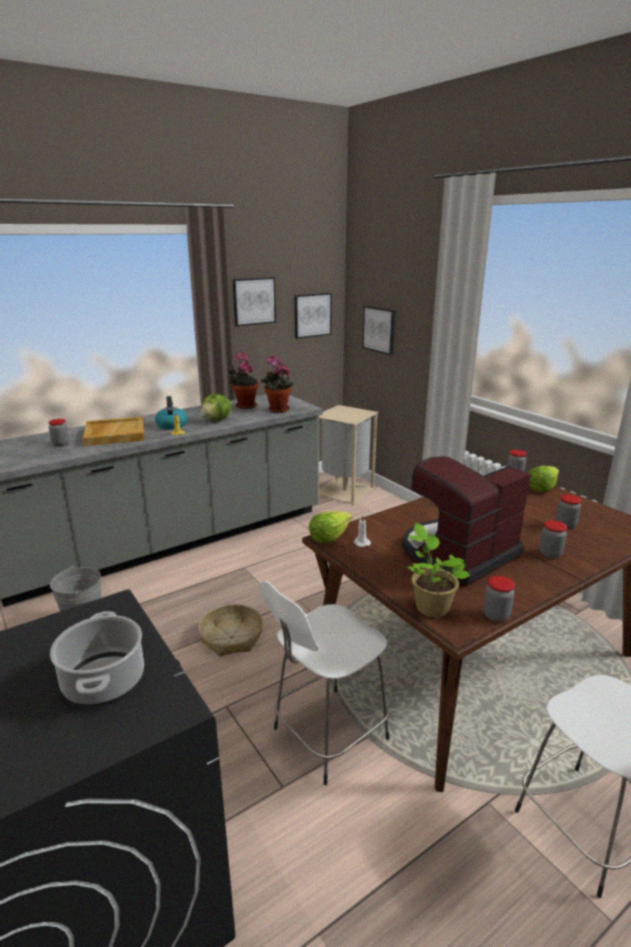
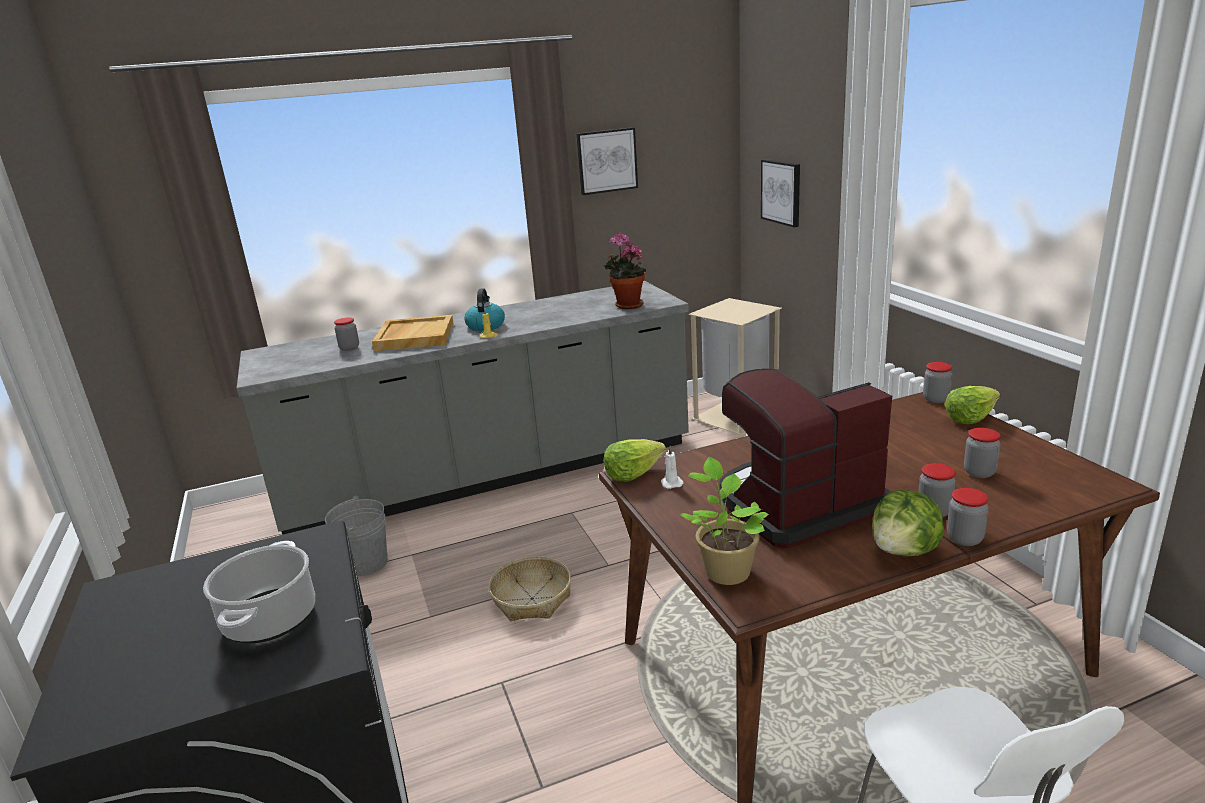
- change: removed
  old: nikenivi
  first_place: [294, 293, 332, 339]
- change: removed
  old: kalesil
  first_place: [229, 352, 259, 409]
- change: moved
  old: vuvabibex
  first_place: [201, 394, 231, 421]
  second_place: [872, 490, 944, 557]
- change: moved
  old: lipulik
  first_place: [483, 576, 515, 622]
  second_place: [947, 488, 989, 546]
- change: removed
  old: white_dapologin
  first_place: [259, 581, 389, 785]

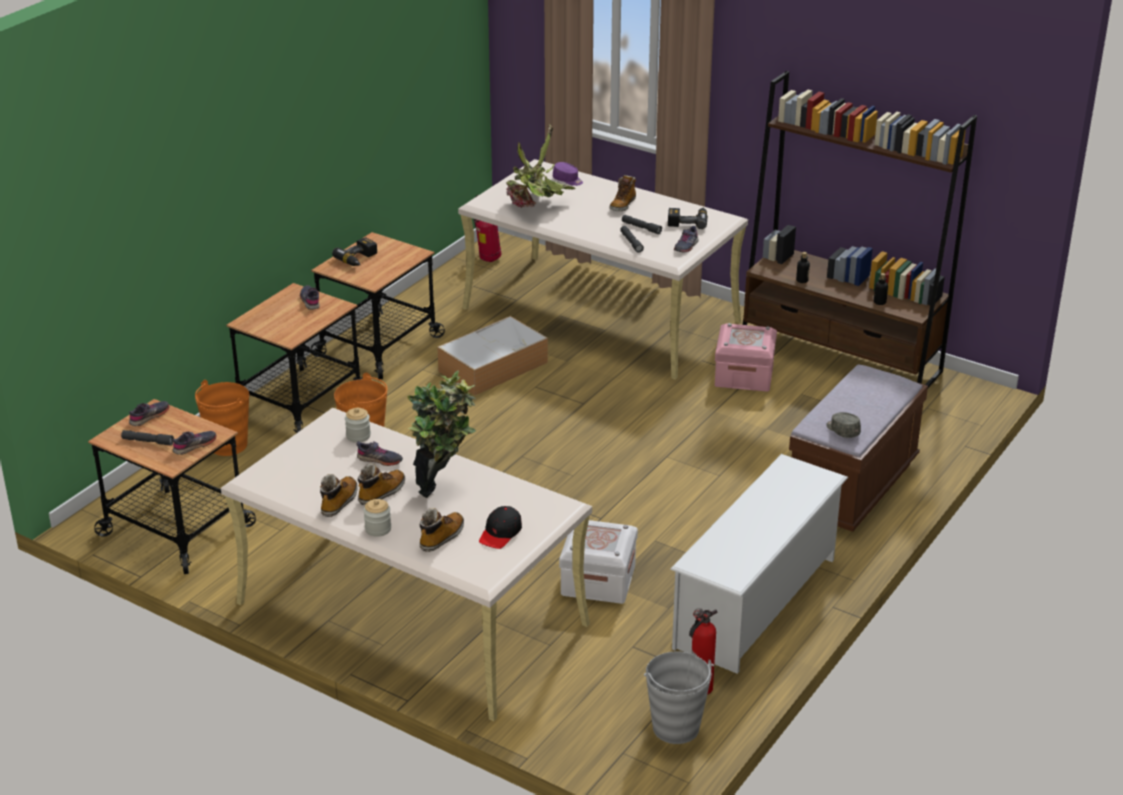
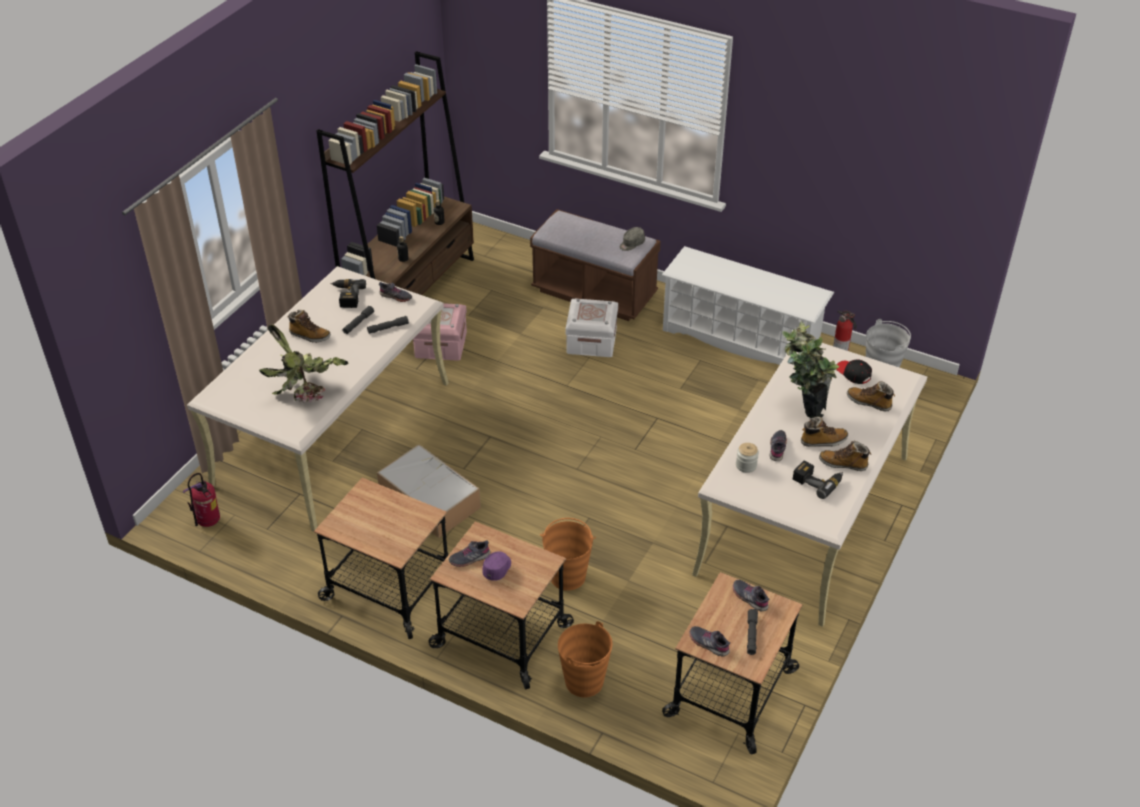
- change: moved
  old: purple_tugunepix
  first_place: [553, 162, 583, 186]
  second_place: [482, 552, 511, 581]
- change: moved
  old: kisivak
  first_place: [332, 237, 377, 266]
  second_place: [793, 461, 843, 499]
- change: turned
  old: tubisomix
  first_place: [357, 464, 405, 505]
  second_place: [801, 417, 848, 447]
  degrees: 135
- change: removed
  old: lipulik
  first_place: [363, 499, 391, 537]
- change: turned
  old: black_tugunepix
  first_place: [479, 506, 522, 549]
  second_place: [837, 359, 872, 384]
  degrees: -150
- change: moved
  old: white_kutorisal
  first_place: [559, 520, 638, 604]
  second_place: [565, 298, 618, 357]

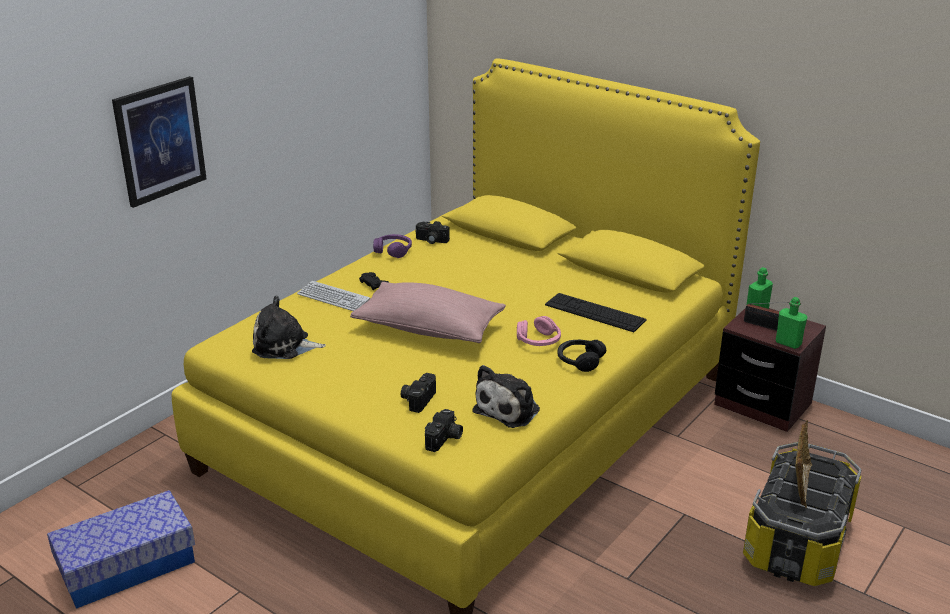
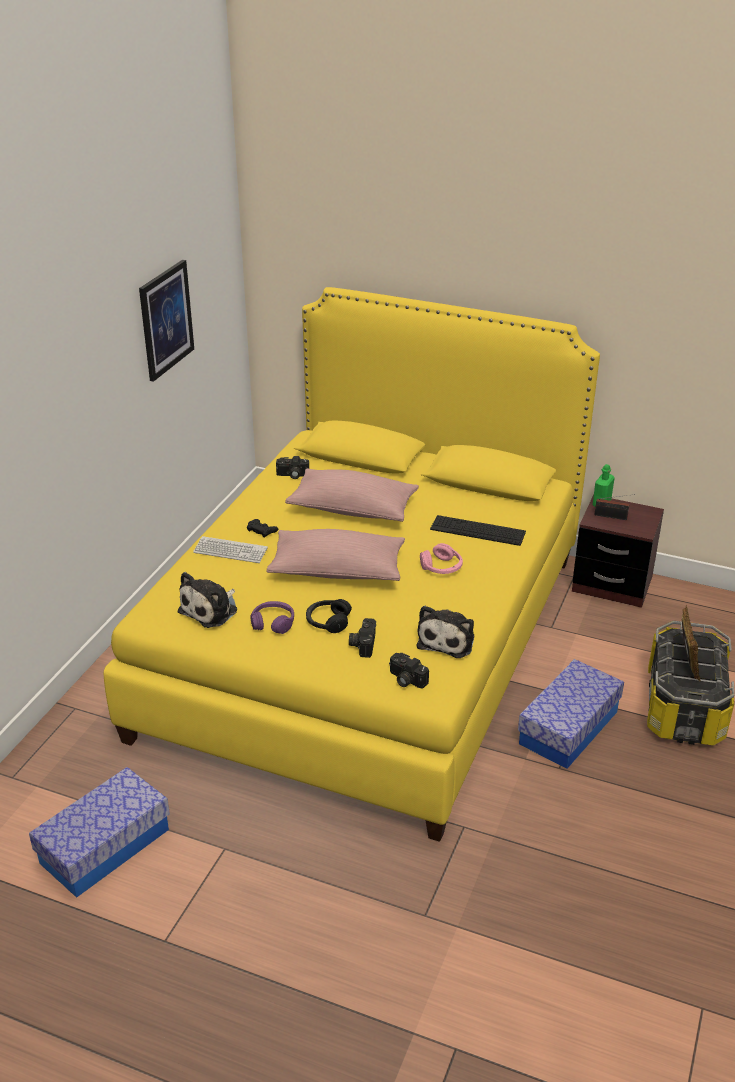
- change: moved
  old: nikenivi
  first_place: [112, 76, 207, 208]
  second_place: [139, 260, 194, 382]
- change: moved
  old: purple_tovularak
  first_place: [373, 234, 412, 258]
  second_place: [251, 601, 294, 634]
- change: turned
  old: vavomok
  first_place: [252, 296, 326, 359]
  second_place: [178, 572, 237, 628]
  degrees: -45
- change: removed
  old: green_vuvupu
  first_place: [776, 297, 807, 349]
- change: moved
  old: black_tovularak
  first_place: [557, 340, 606, 372]
  second_place: [306, 599, 352, 633]
- change: turned
  old: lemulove
  first_place: [425, 409, 463, 452]
  second_place: [389, 653, 429, 689]
  degrees: 120
- change: added
  new: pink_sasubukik
  second_place: [285, 469, 419, 522]
- change: added
  new: kutorisal
  second_place: [518, 659, 624, 769]

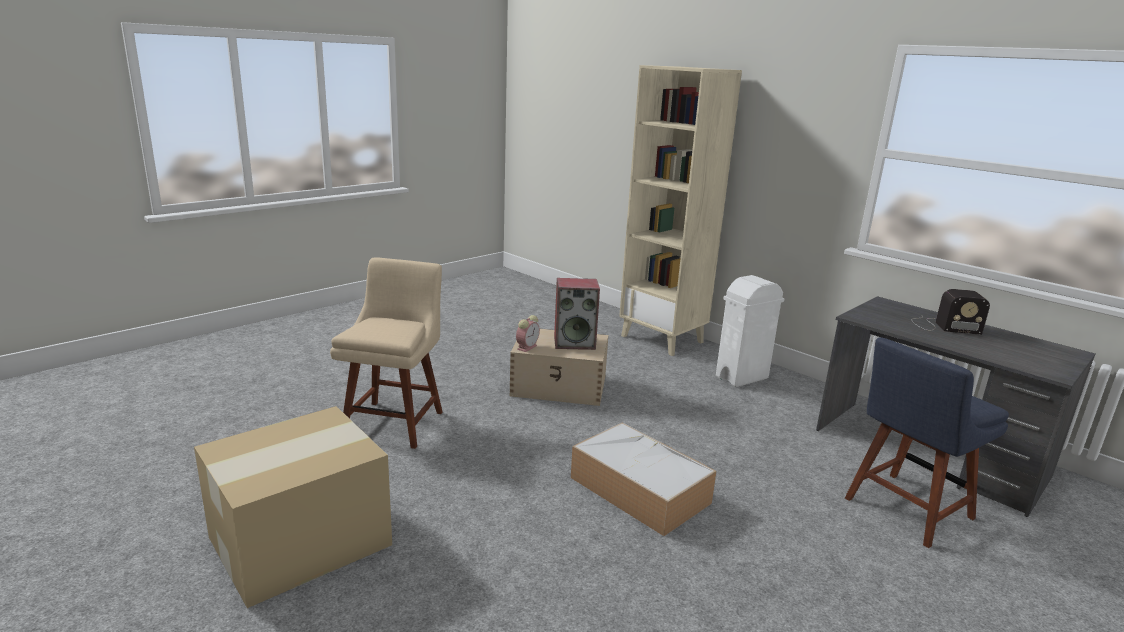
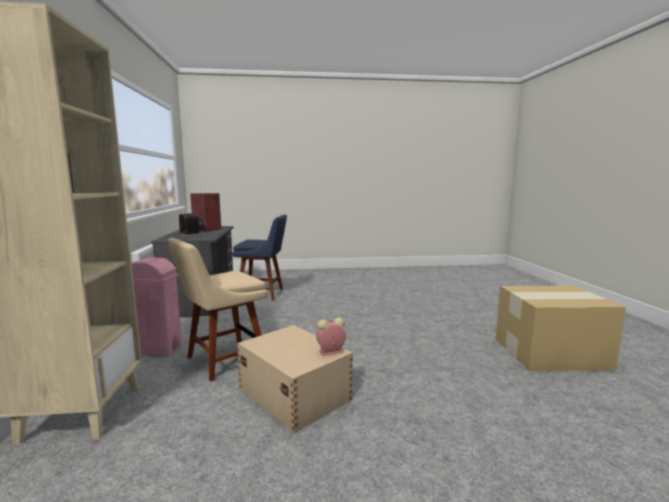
- change: moved
  old: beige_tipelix
  first_place: [330, 257, 443, 449]
  second_place: [168, 238, 268, 381]
- change: recoloured
  old: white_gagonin
  new: pink_gagonin
  first_place: [716, 275, 784, 387]
  second_place: [131, 257, 182, 356]
- change: moved
  old: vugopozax
  first_place: [554, 278, 600, 350]
  second_place: [190, 193, 221, 231]
- change: removed
  old: kutorisal
  first_place: [571, 423, 716, 536]

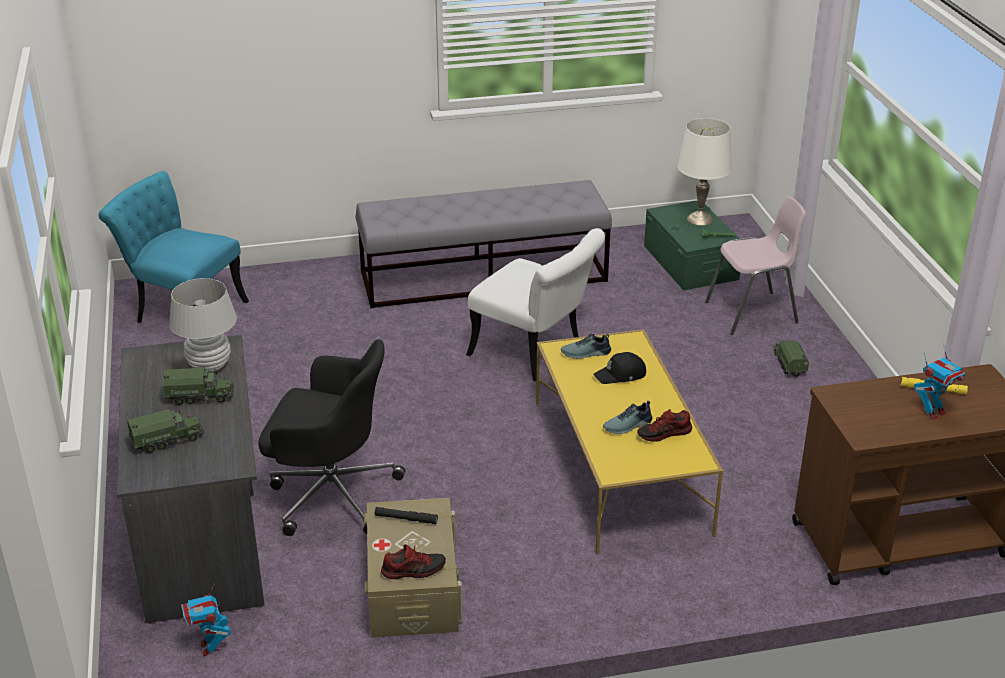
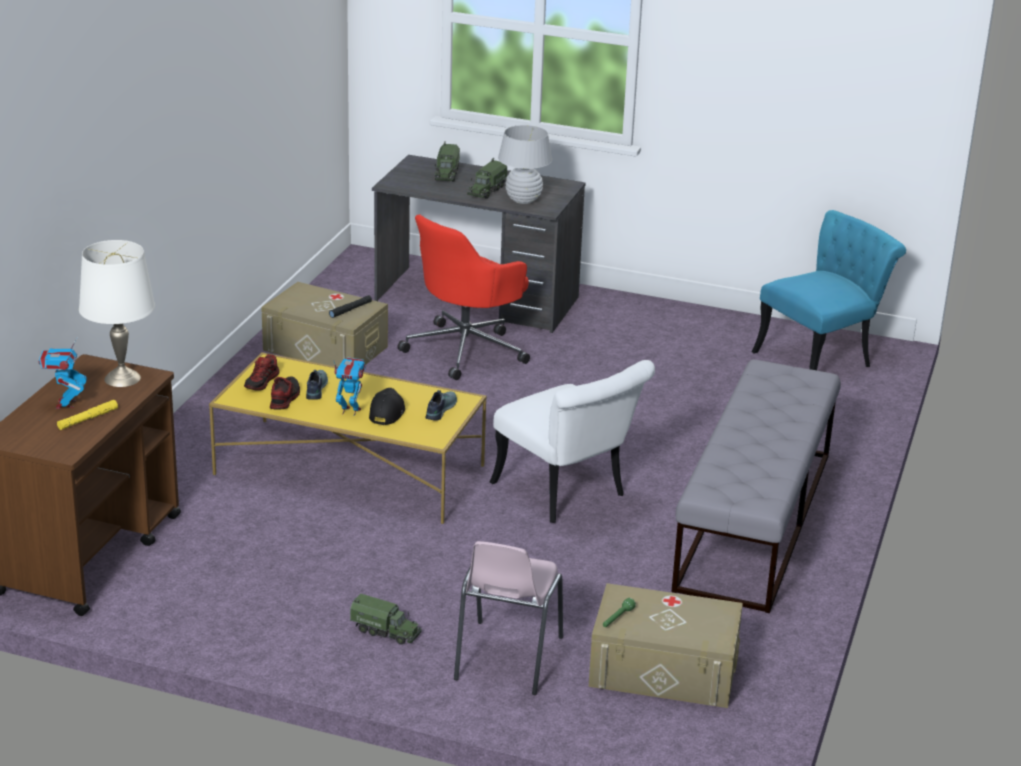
- change: moved
  old: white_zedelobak
  first_place: [677, 118, 732, 225]
  second_place: [79, 240, 155, 387]
- change: recoloured
  old: green_kutorisal
  new: beige_kutorisal
  first_place: [644, 200, 740, 291]
  second_place: [589, 583, 743, 708]
- change: turned
  old: white_tipelix
  first_place: [466, 228, 605, 381]
  second_place: [490, 360, 655, 523]
  degrees: -105
- change: recoloured
  old: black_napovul
  new: red_napovul
  first_place: [258, 339, 405, 536]
  second_place: [397, 214, 530, 380]
- change: moved
  old: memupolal
  first_place: [381, 544, 446, 579]
  second_place: [244, 354, 280, 391]
- change: moved
  old: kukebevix
  first_place: [181, 583, 231, 656]
  second_place: [334, 357, 366, 416]

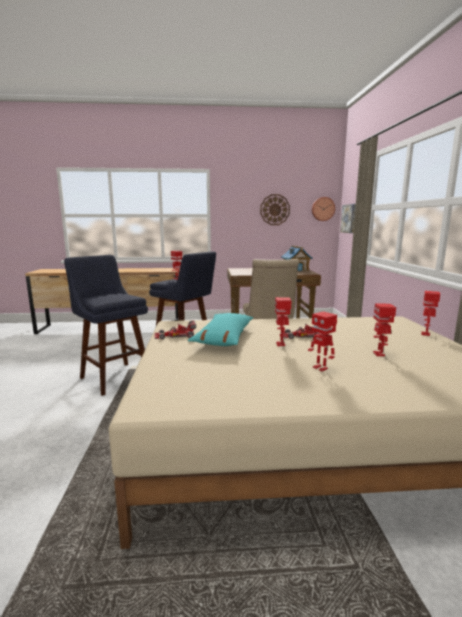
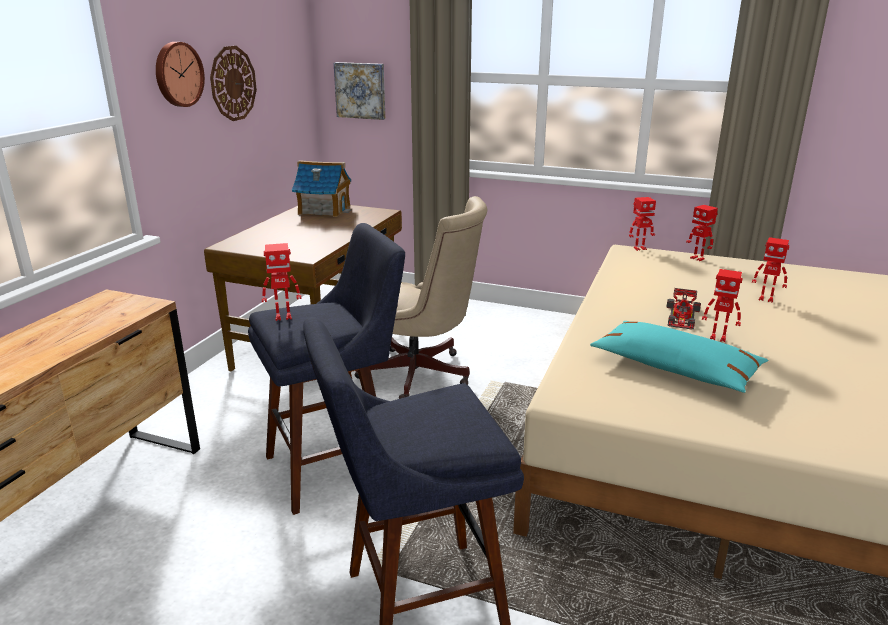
- change: moved
  old: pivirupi
  first_place: [312, 197, 335, 221]
  second_place: [156, 42, 205, 107]
- change: moved
  old: kukebevix
  first_place: [308, 311, 337, 371]
  second_place: [629, 197, 656, 251]
- change: removed
  old: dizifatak
  first_place: [154, 321, 196, 339]

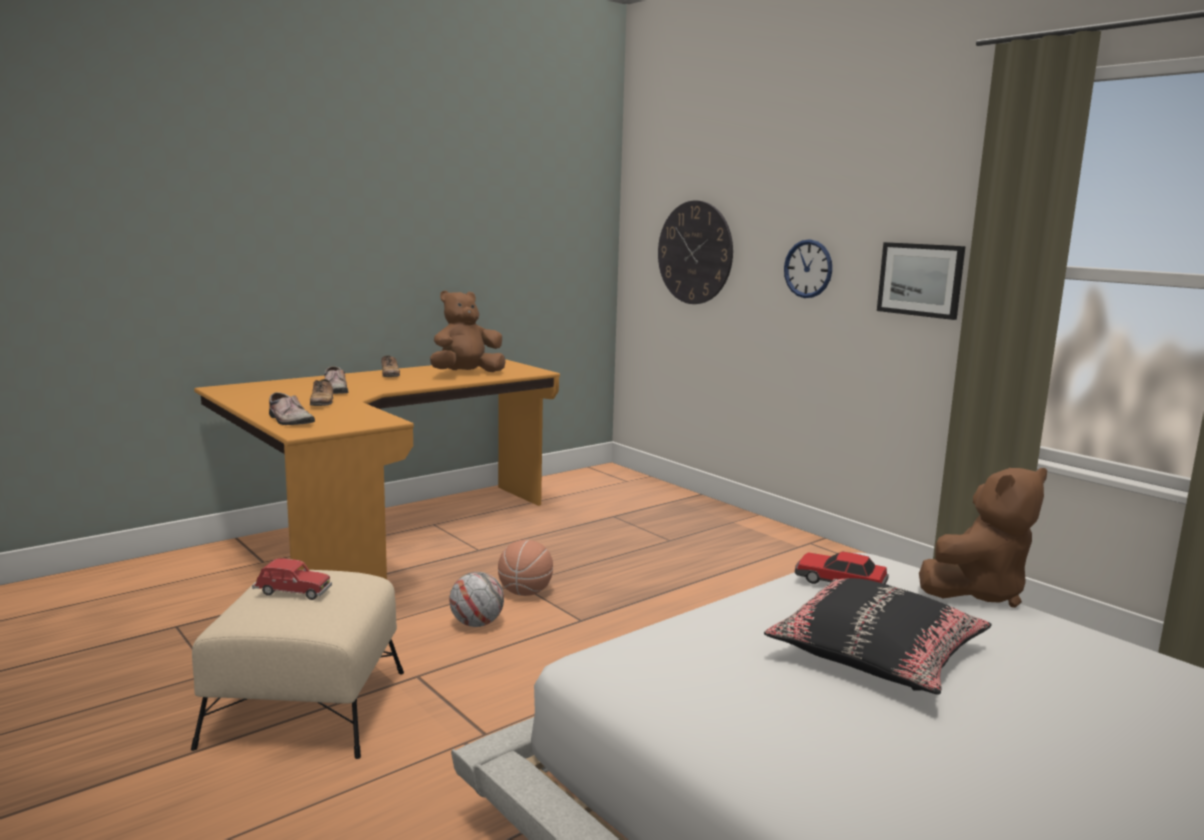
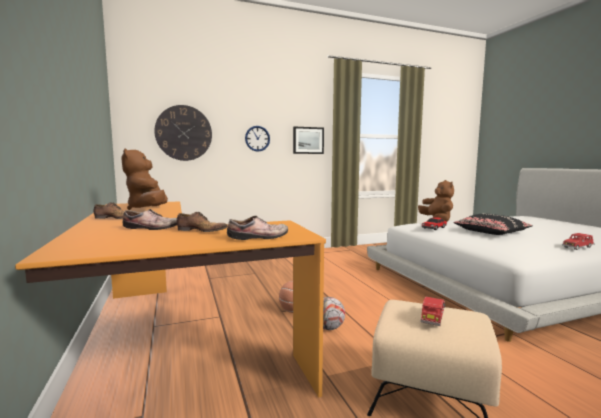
- change: added
  new: red_dizifatak
  second_place: [562, 233, 595, 250]

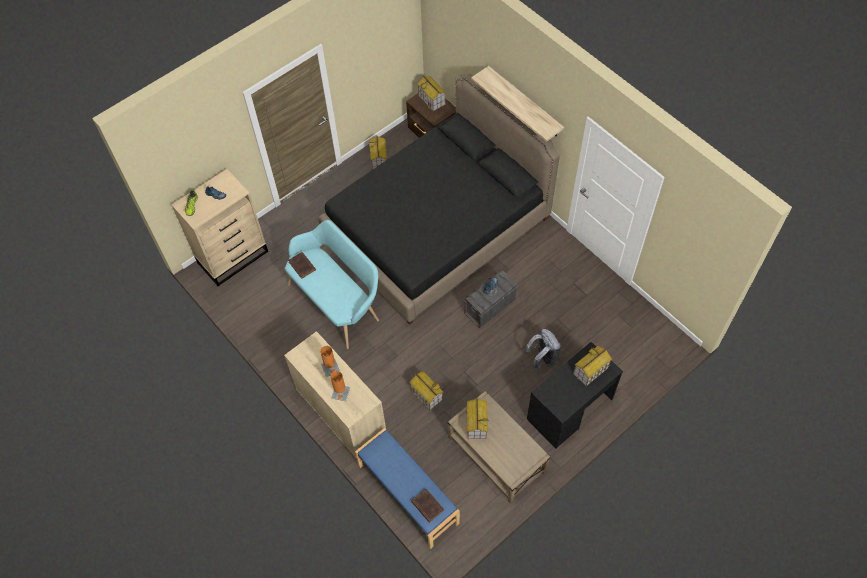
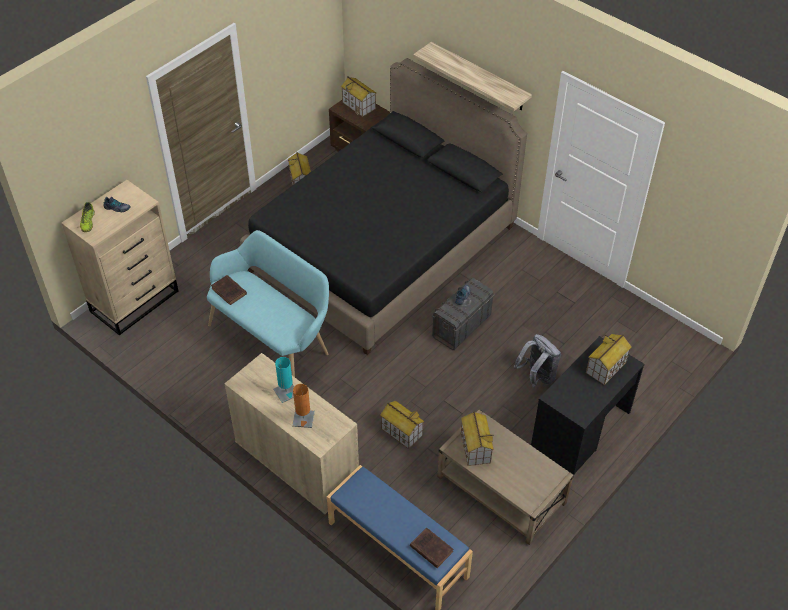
- change: recoloured
  old: orange_zedelobak
  new: turquoise_zedelobak
  first_place: [320, 346, 340, 377]
  second_place: [273, 357, 294, 403]

